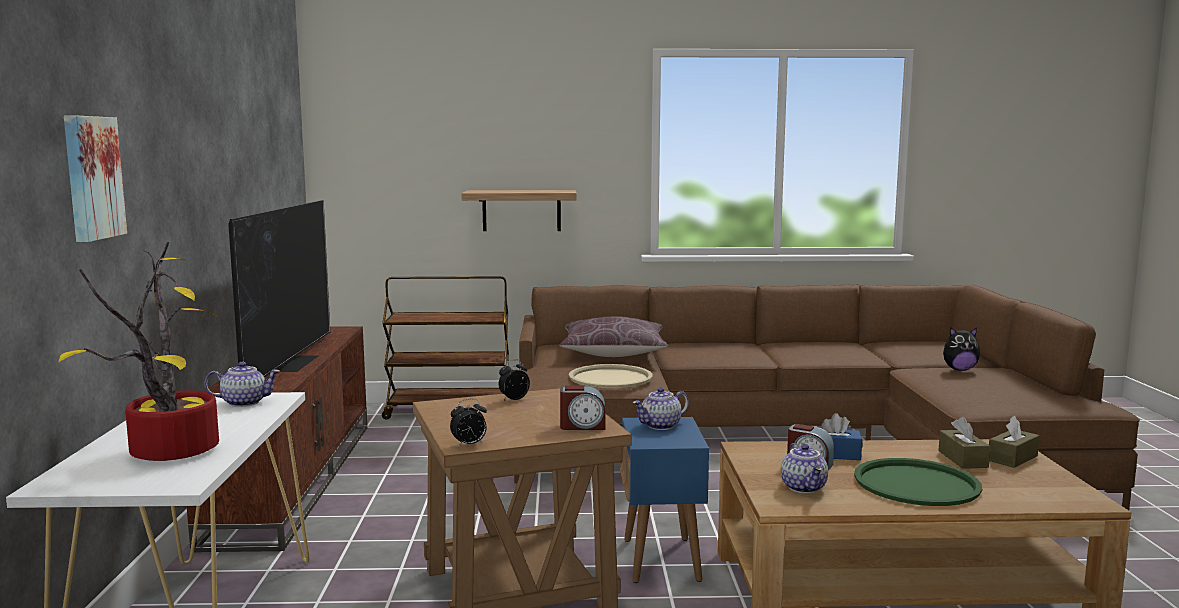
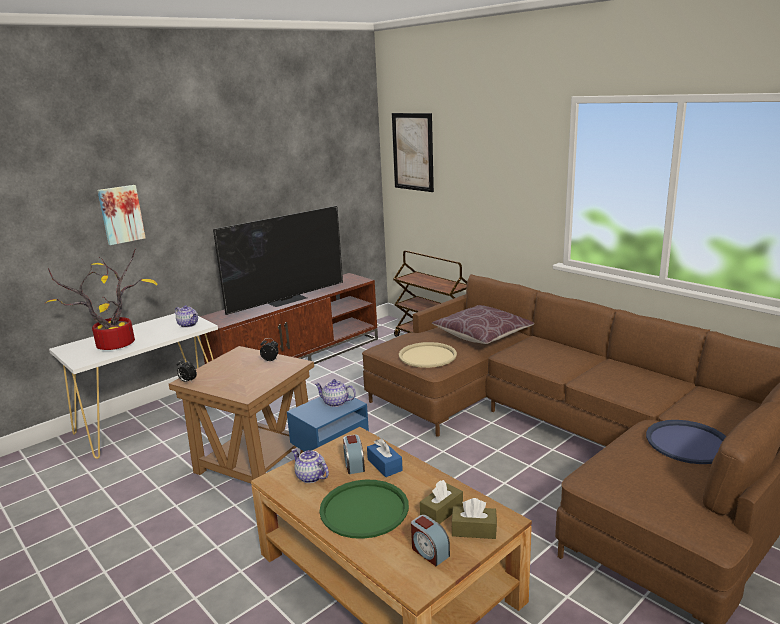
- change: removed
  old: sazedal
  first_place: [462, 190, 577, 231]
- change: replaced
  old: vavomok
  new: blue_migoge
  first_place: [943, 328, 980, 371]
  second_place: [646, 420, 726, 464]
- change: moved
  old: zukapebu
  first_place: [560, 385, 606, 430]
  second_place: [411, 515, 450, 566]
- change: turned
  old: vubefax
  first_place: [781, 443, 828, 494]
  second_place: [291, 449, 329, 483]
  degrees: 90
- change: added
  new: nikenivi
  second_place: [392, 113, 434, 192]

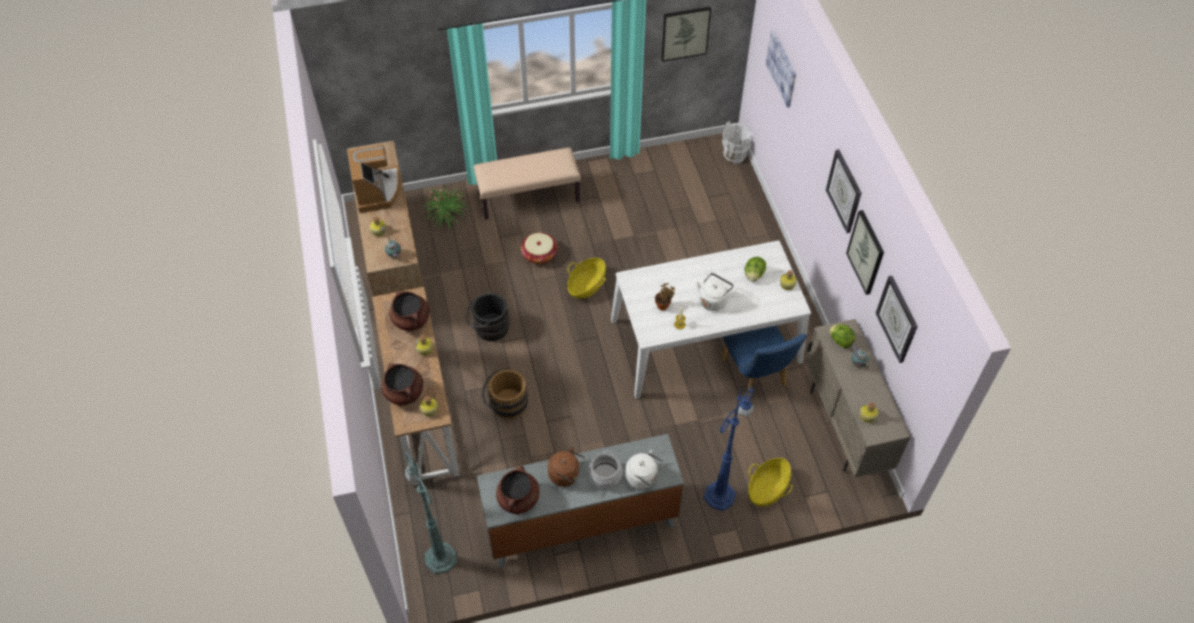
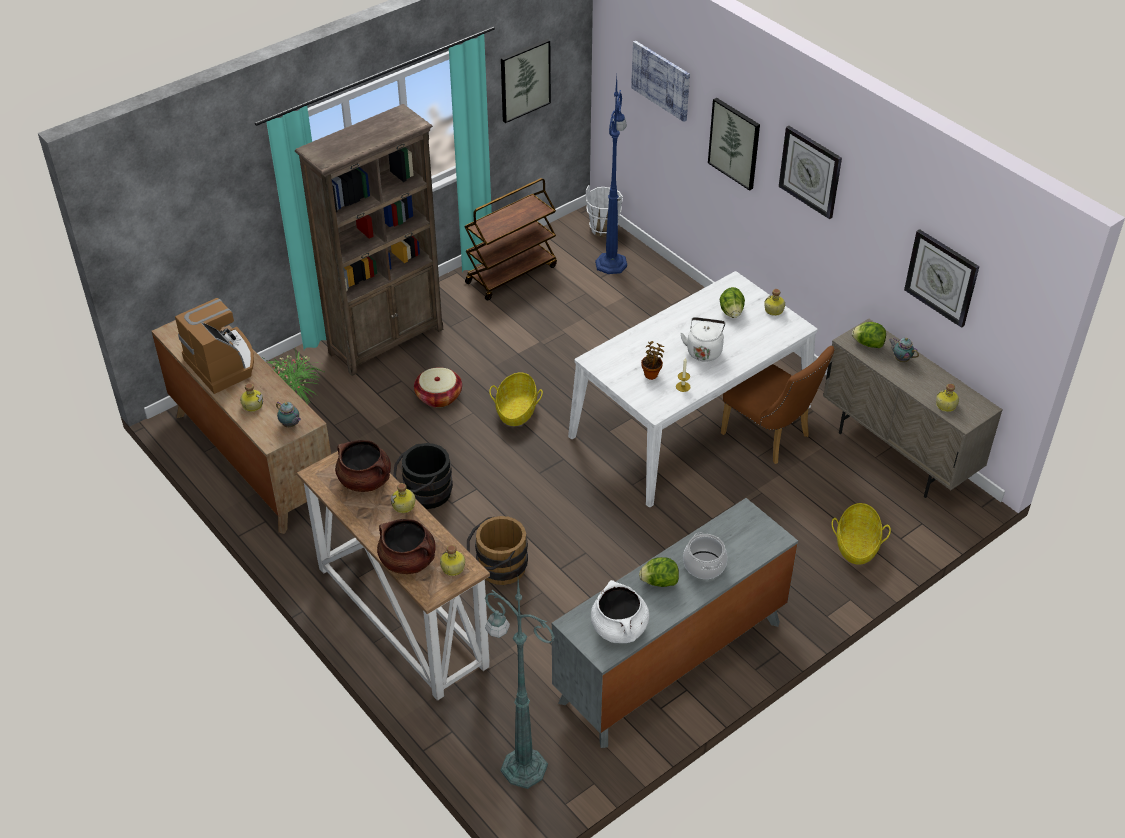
- change: replaced
  old: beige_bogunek
  new: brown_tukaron
  first_place: [473, 148, 581, 220]
  second_place: [295, 104, 443, 376]
- change: moved
  old: nikenivi
  first_place: [846, 210, 884, 295]
  second_place: [708, 98, 760, 191]
- change: recoloured
  old: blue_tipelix
  new: brown_tipelix
  first_place: [721, 326, 807, 398]
  second_place: [721, 346, 835, 464]
- change: moved
  old: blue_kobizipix
  first_place: [704, 386, 754, 511]
  second_place: [595, 77, 627, 274]
- change: replaced
  old: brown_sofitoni
  new: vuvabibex
  first_place: [548, 447, 585, 487]
  second_place: [639, 557, 679, 587]
- change: removed
  old: white_sofitoni
  first_place: [625, 450, 664, 489]
- change: recoloured
  old: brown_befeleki
  new: white_befeleki
  first_place: [496, 465, 539, 515]
  second_place: [591, 580, 650, 643]
- change: added
  new: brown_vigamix
  second_place: [464, 178, 557, 301]

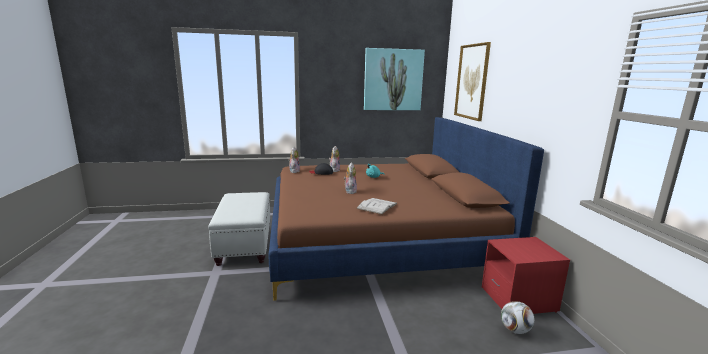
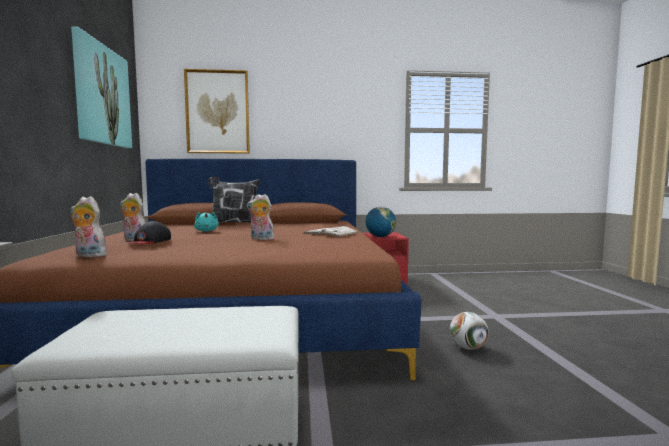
- change: moved
  old: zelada
  first_place: [501, 301, 535, 334]
  second_place: [450, 312, 489, 350]
- change: added
  new: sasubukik
  second_place: [208, 177, 260, 223]
- change: added
  new: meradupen
  second_place: [365, 207, 396, 237]

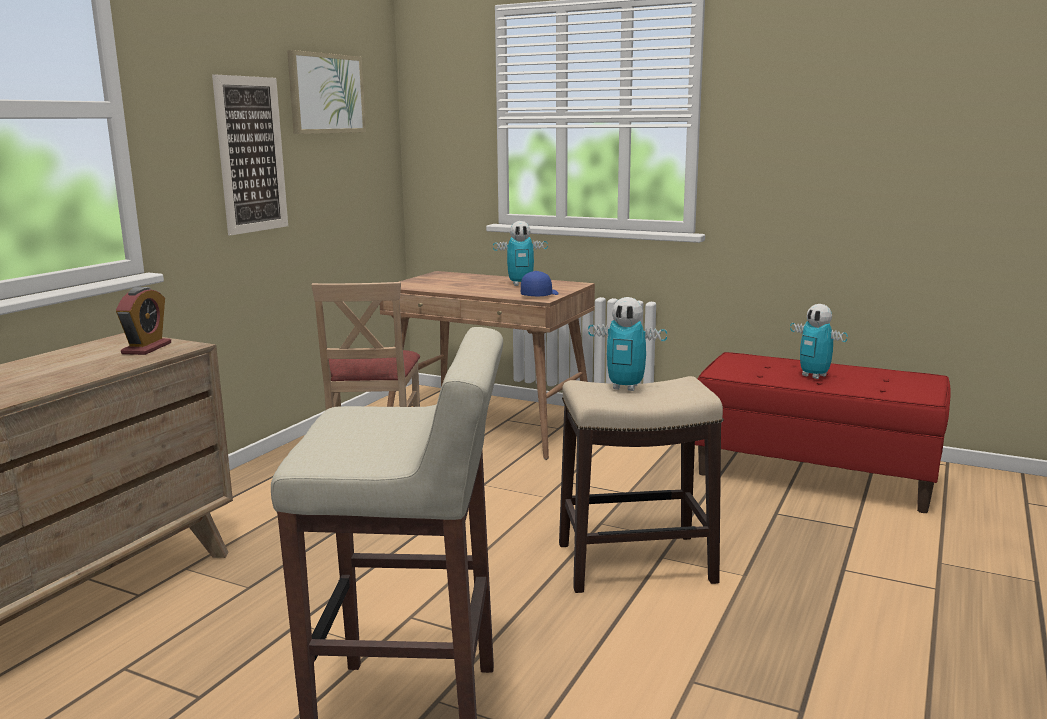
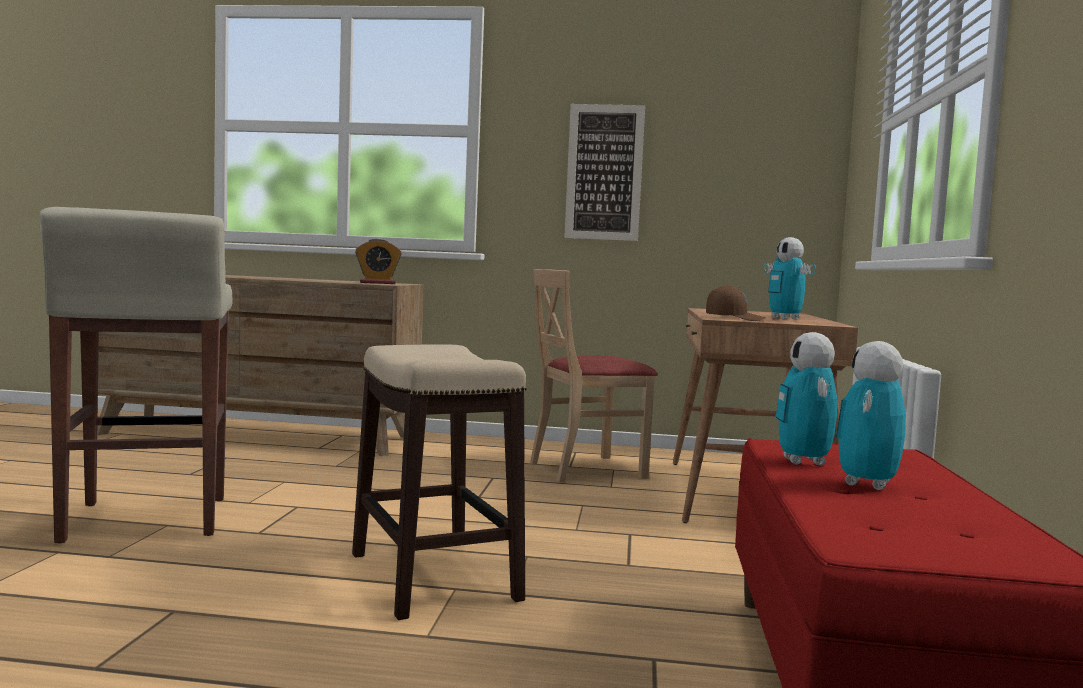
- change: removed
  old: nikenivi
  first_place: [287, 50, 366, 134]
- change: recoloured
  old: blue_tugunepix
  new: brown_tugunepix
  first_place: [521, 271, 559, 297]
  second_place: [706, 285, 766, 321]
- change: moved
  old: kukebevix
  first_place: [588, 297, 667, 391]
  second_place: [776, 332, 837, 466]

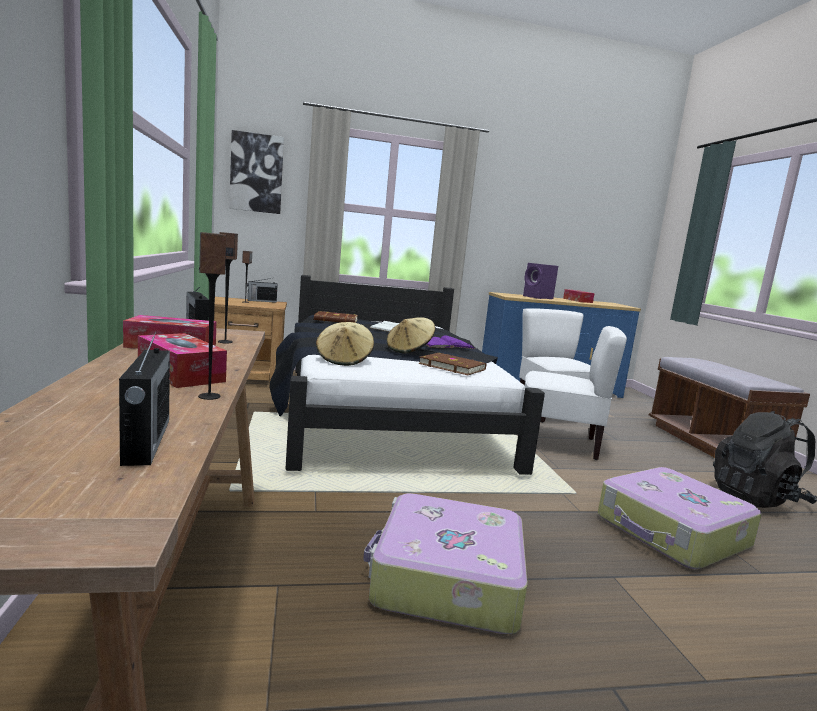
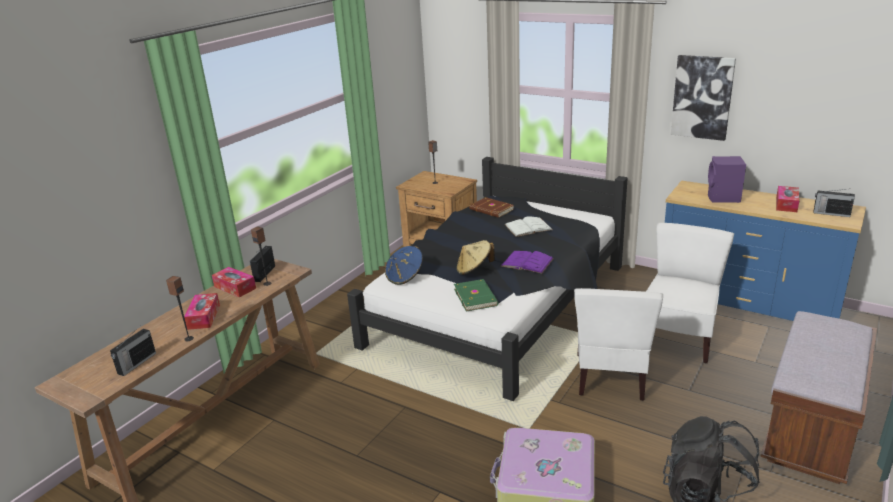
- change: moved
  old: nikenivi
  first_place: [229, 130, 284, 214]
  second_place: [671, 55, 736, 141]
- change: moved
  old: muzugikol
  first_place: [247, 278, 278, 303]
  second_place: [814, 189, 855, 217]
- change: recoloured
  old: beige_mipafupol
  new: blue_mipafupol
  first_place: [316, 322, 374, 366]
  second_place: [385, 246, 423, 285]
- change: turned
  old: white_tipelix
  first_place: [525, 326, 627, 460]
  second_place: [574, 288, 663, 401]
  degrees: 45
- change: recoloured
  old: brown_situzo
  new: green_situzo
  first_place: [419, 353, 486, 375]
  second_place: [454, 279, 498, 312]
- change: removed
  old: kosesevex
  first_place: [363, 493, 528, 634]

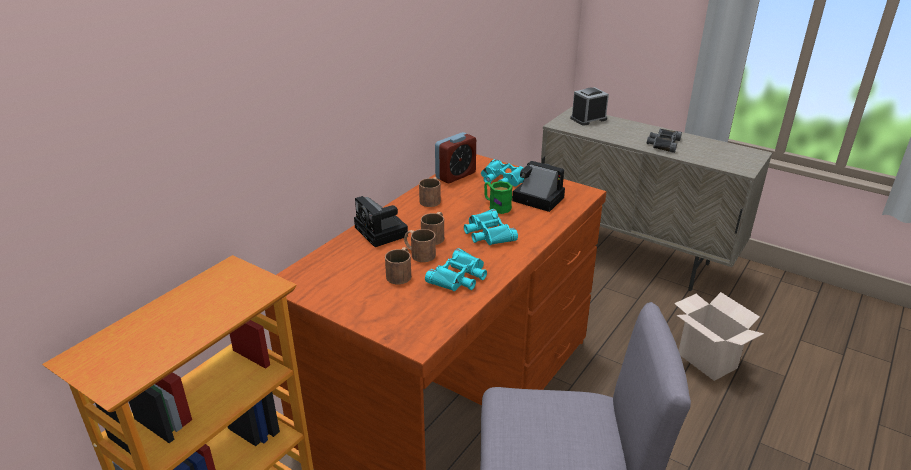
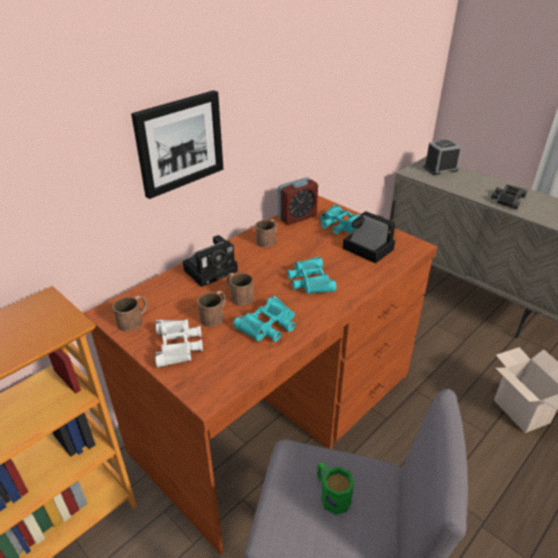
- change: moved
  old: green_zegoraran
  first_place: [484, 181, 513, 214]
  second_place: [317, 462, 355, 515]
- change: turned
  old: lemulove
  first_place: [354, 196, 408, 247]
  second_place: [183, 235, 238, 287]
  degrees: -105
- change: moved
  old: brown_zegoraran
  first_place: [421, 212, 444, 245]
  second_place: [113, 295, 147, 332]
- change: added
  new: nikenivi
  second_place: [131, 90, 223, 199]
- change: added
  new: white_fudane
  second_place: [155, 319, 203, 367]

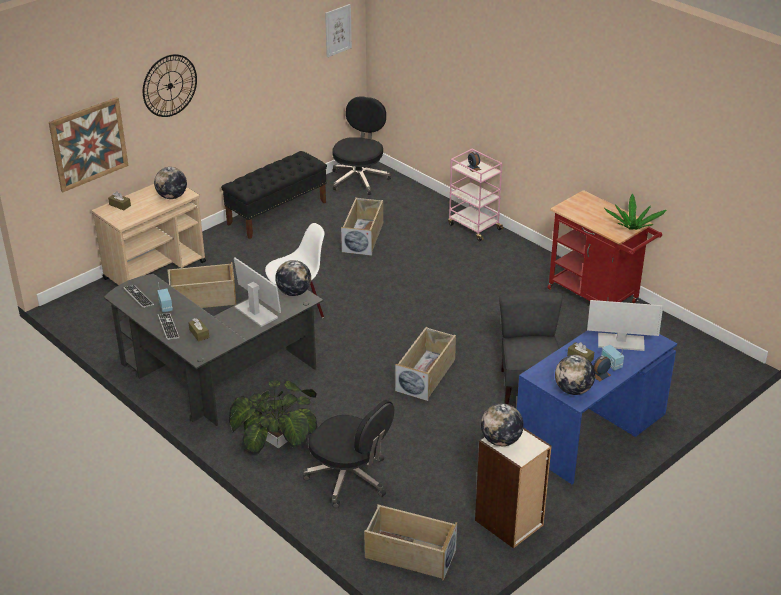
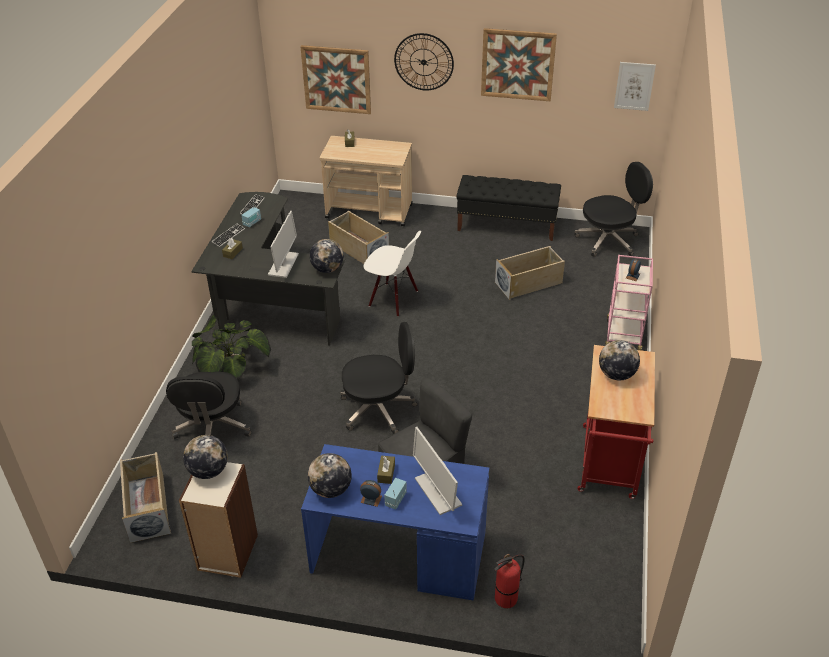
- change: moved
  old: meradupen
  first_place: [154, 167, 187, 199]
  second_place: [599, 340, 640, 380]
- change: removed
  old: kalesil
  first_place: [604, 193, 667, 230]
- change: replaced
  old: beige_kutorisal
  new: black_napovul
  first_place: [395, 327, 456, 401]
  second_place: [340, 322, 418, 434]
- change: added
  new: nikenivi
  second_place: [481, 28, 557, 101]
- change: added
  new: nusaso
  second_place: [495, 554, 525, 608]

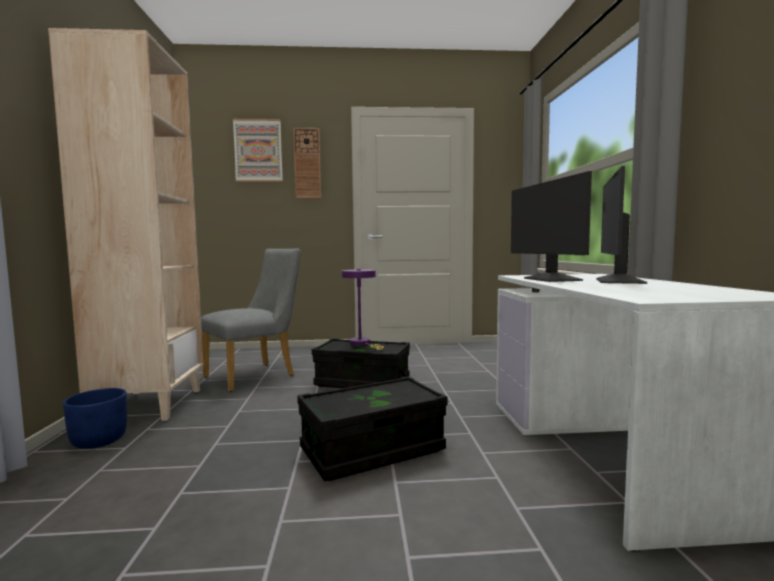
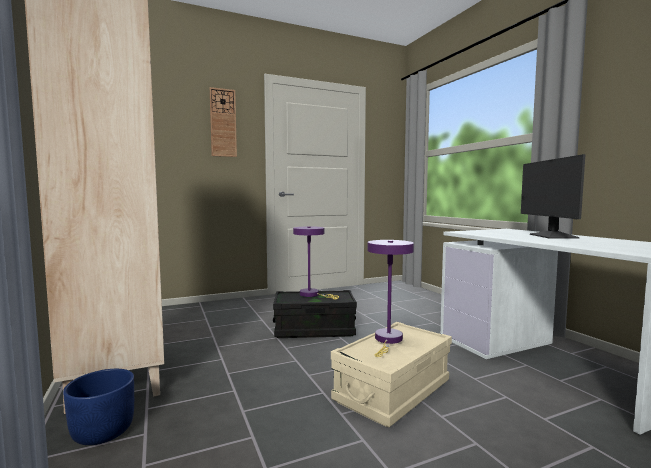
- change: removed
  old: nikenivi
  first_place: [233, 119, 283, 182]
- change: removed
  old: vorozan
  first_place: [511, 171, 592, 282]
- change: removed
  old: grey_tipelix
  first_place: [201, 248, 301, 392]
- change: recoloured
  old: black_kutorisal
  new: beige_kutorisal
  first_place: [297, 376, 448, 481]
  second_place: [331, 322, 452, 427]
- change: added
  new: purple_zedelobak
  second_place: [368, 240, 414, 357]

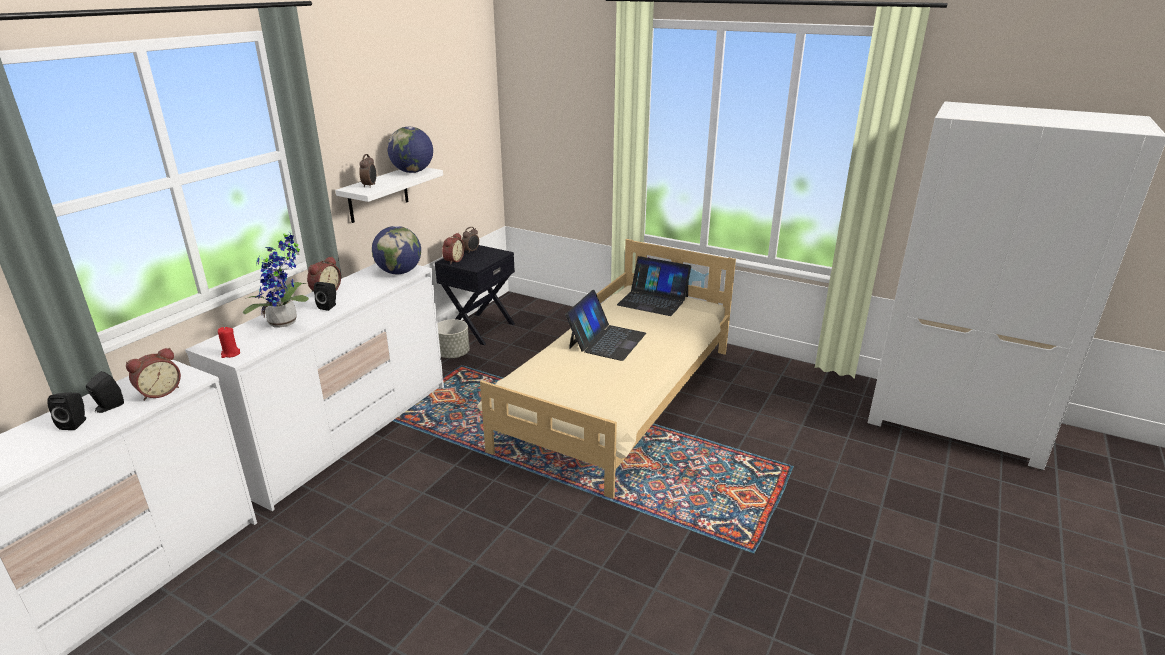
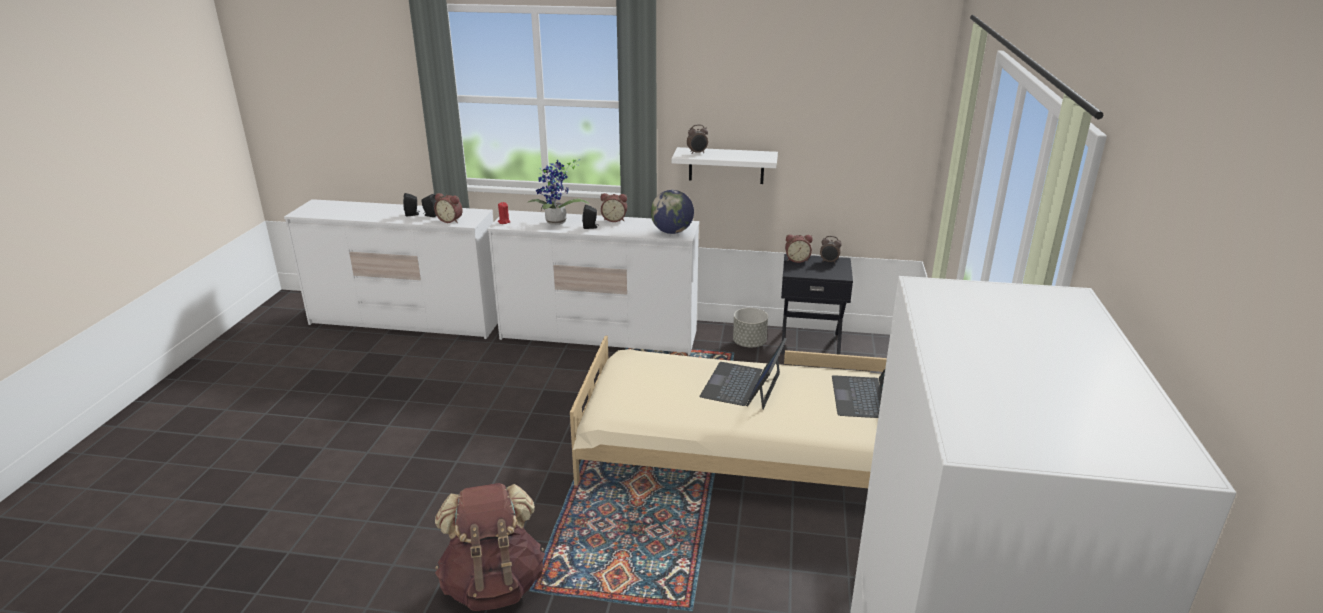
- change: removed
  old: meradupen
  first_place: [387, 127, 433, 173]
- change: turned
  old: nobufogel
  first_place: [565, 290, 646, 361]
  second_place: [700, 338, 787, 409]
  degrees: 105
- change: added
  new: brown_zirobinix
  second_place: [435, 483, 545, 611]

